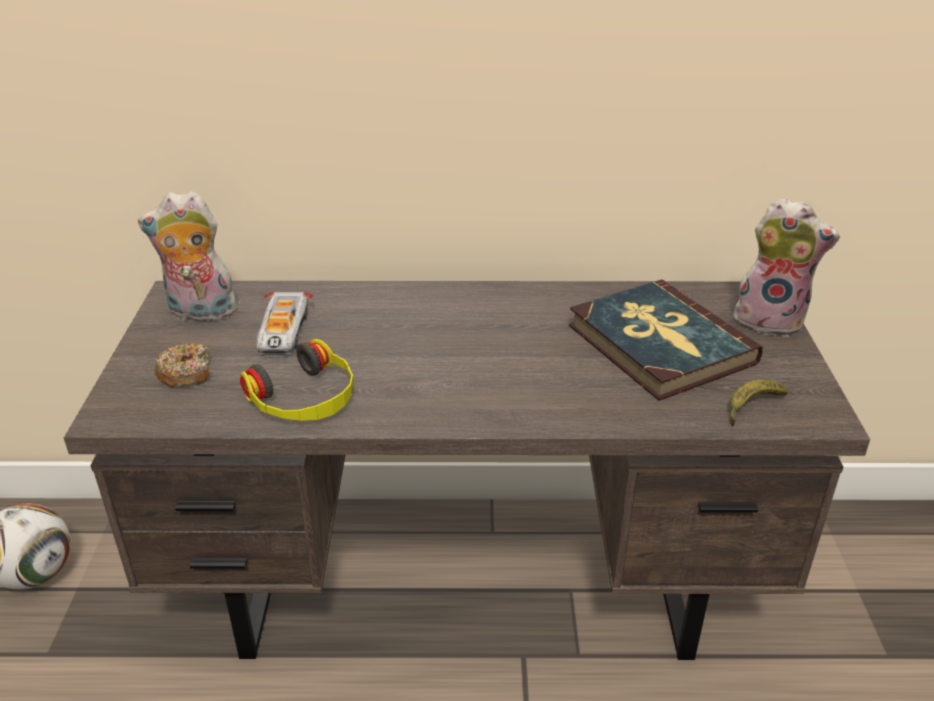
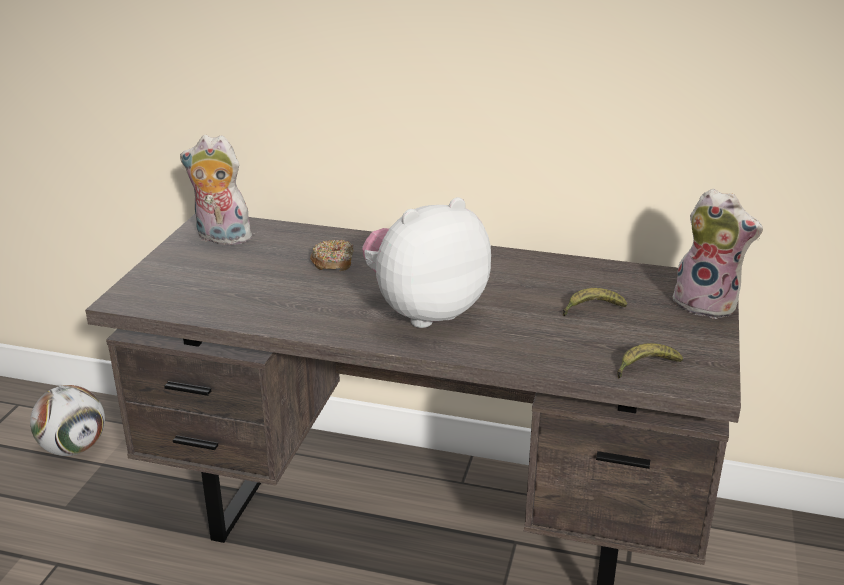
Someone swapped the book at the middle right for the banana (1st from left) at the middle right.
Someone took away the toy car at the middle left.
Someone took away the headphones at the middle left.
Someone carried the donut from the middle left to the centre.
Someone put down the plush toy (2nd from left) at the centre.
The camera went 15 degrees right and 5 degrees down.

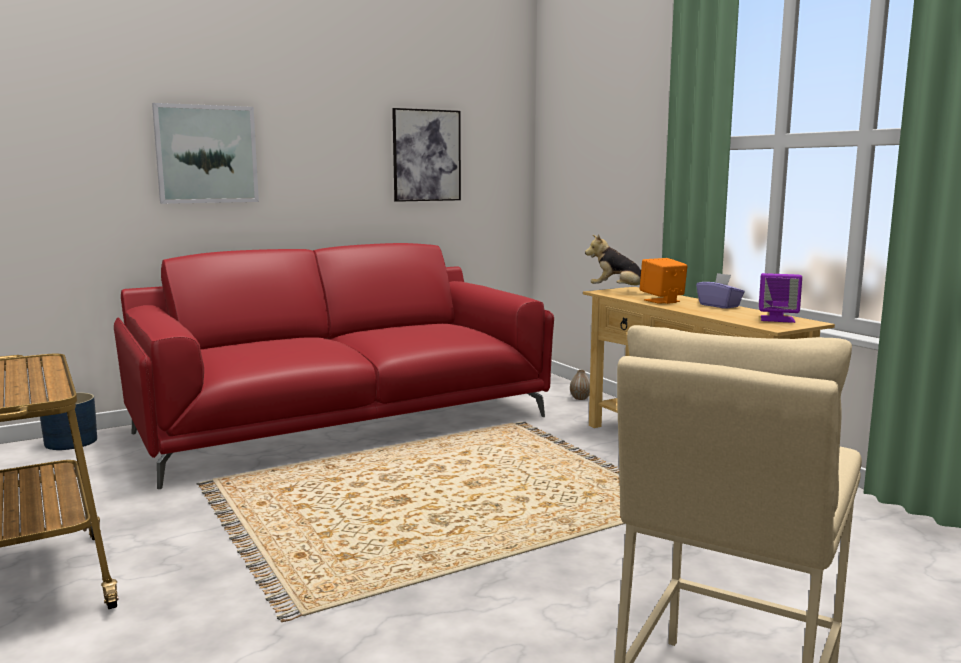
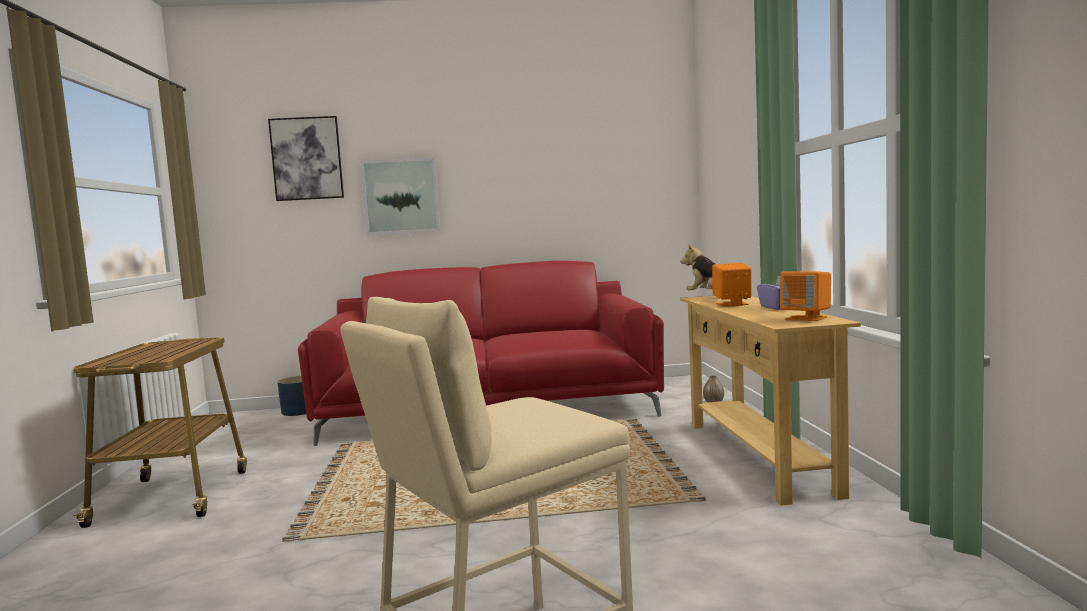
Someone carried the picture (2nd from left in the first image) from the top centre to the top left.
Someone repainted the speaker (purple) at the middle right, which became the speaker (orange) (2nd from left) at the middle right.
The camera went 25 degrees right and 5 degrees down.

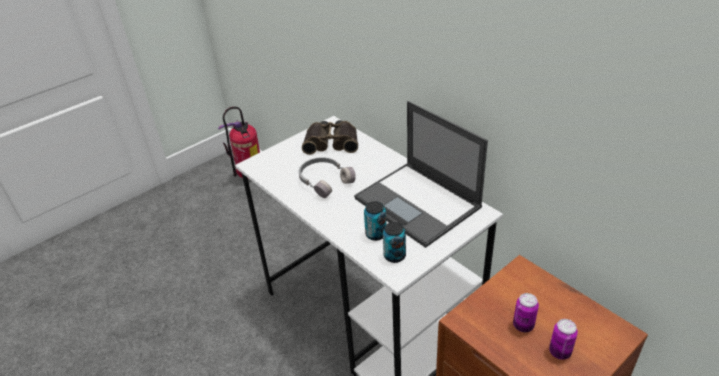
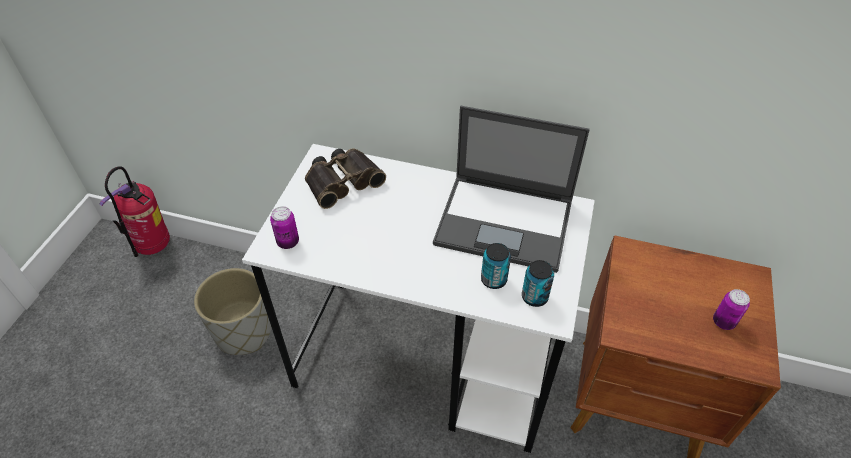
Someone took away the headphones (grey) at the centre.
Someone carried the can (3rd from left in the first image) from the bottom right to the centre.
Someone put down the planter (grey) at the bottom left.
The camera went 35 degrees left and 10 degrees up.

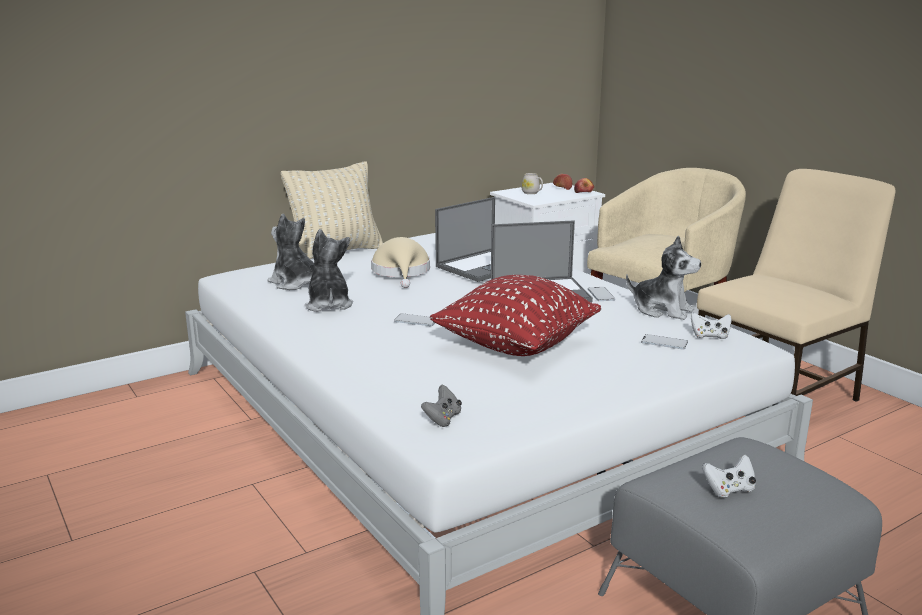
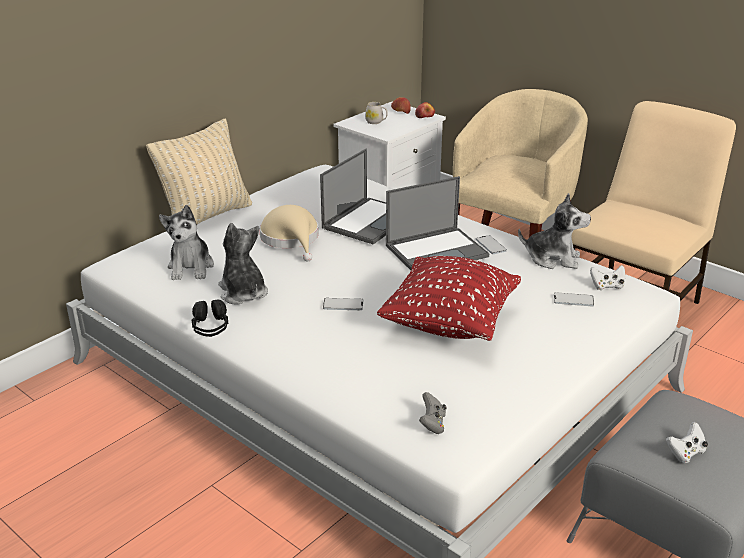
Someone rotated the plush toy (1st from left) at the middle left by 120 degrees counterclockwise.
Someone put down the headphones (black) at the middle left.
The camera went 15 degrees left and 10 degrees up.

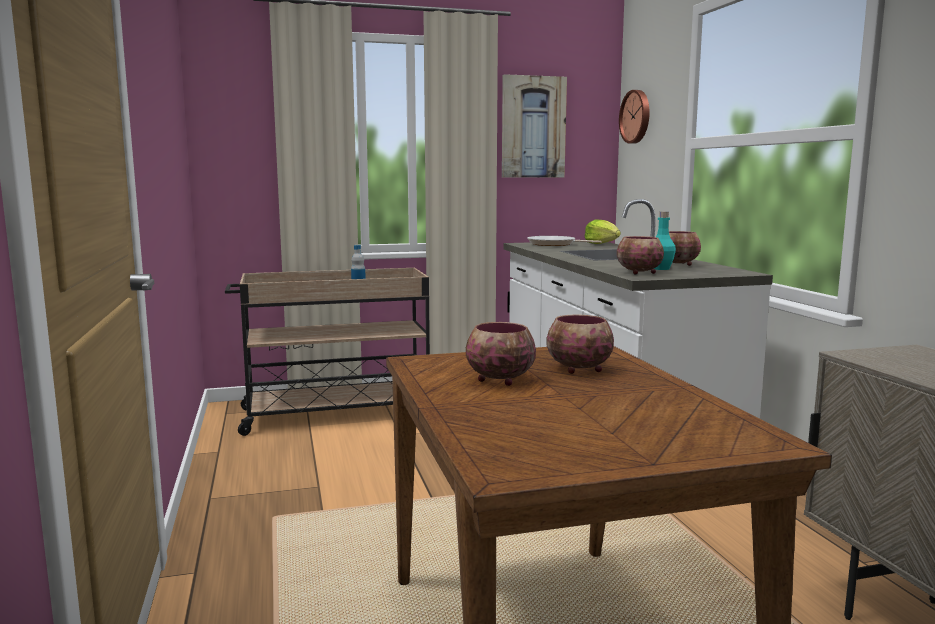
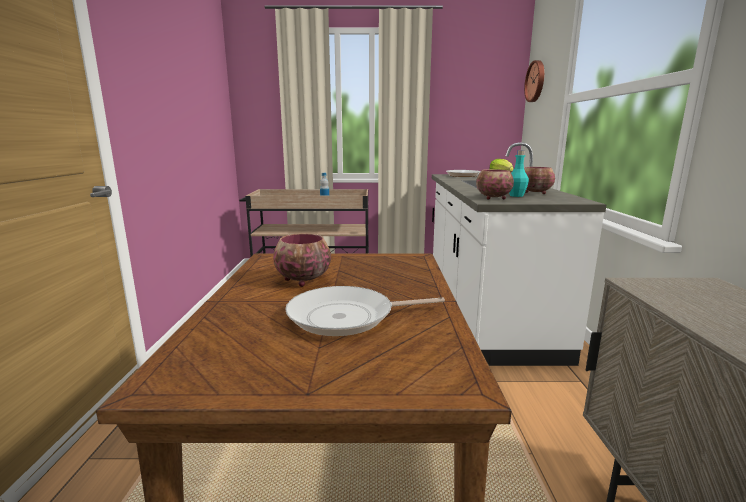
Someone took away the picture at the top centre.
Someone took away the bowl (2nd from left) at the centre.
Someone put down the frying pan (1st from left) at the centre.
The camera went 15 degrees right and 5 degrees up.

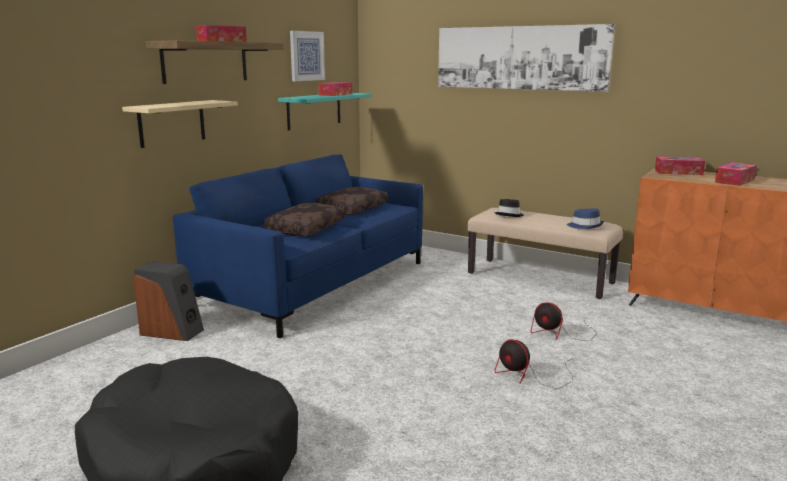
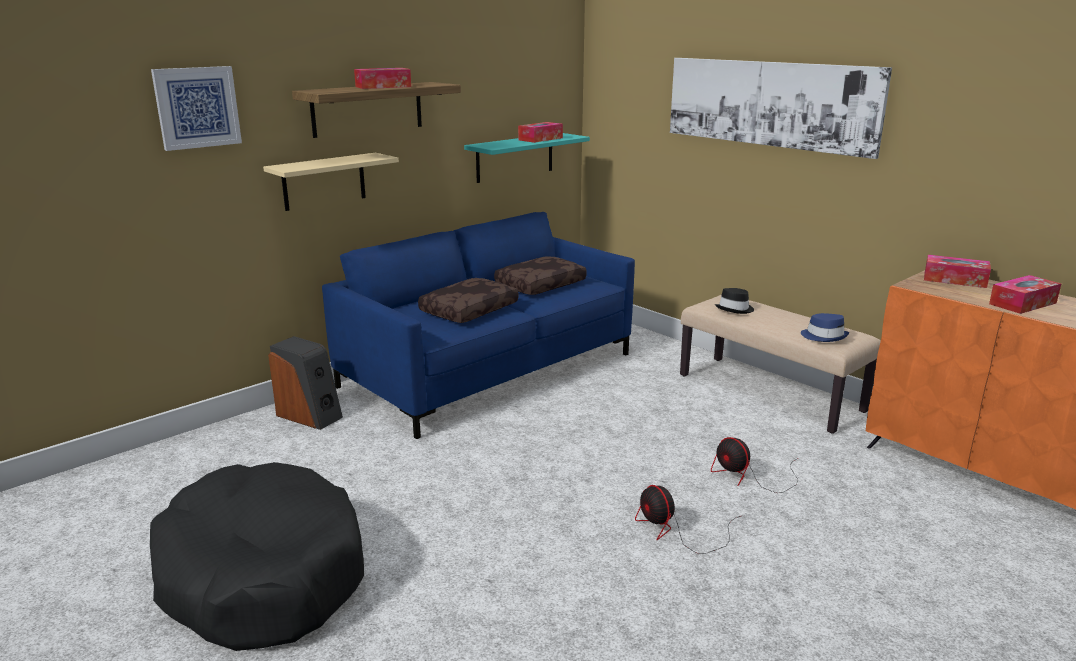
Someone carried the picture (1st from left) from the top centre to the top left.
The camera went 15 degrees right and 5 degrees up.

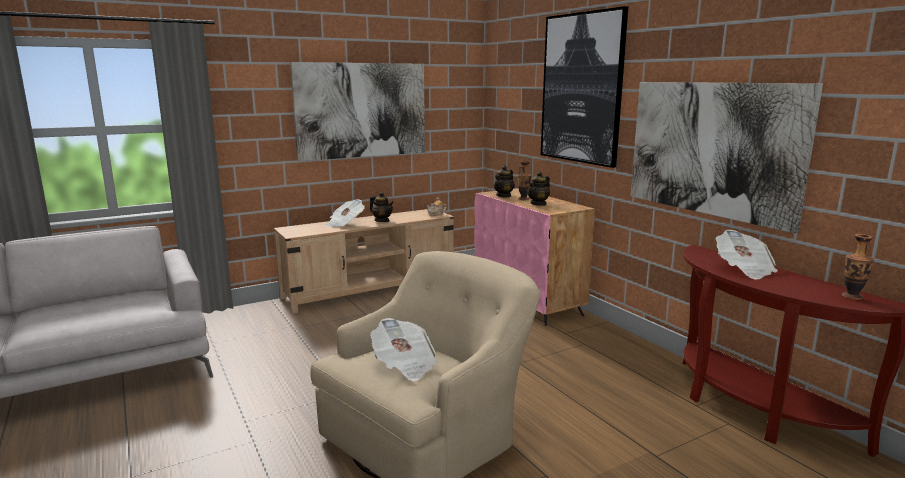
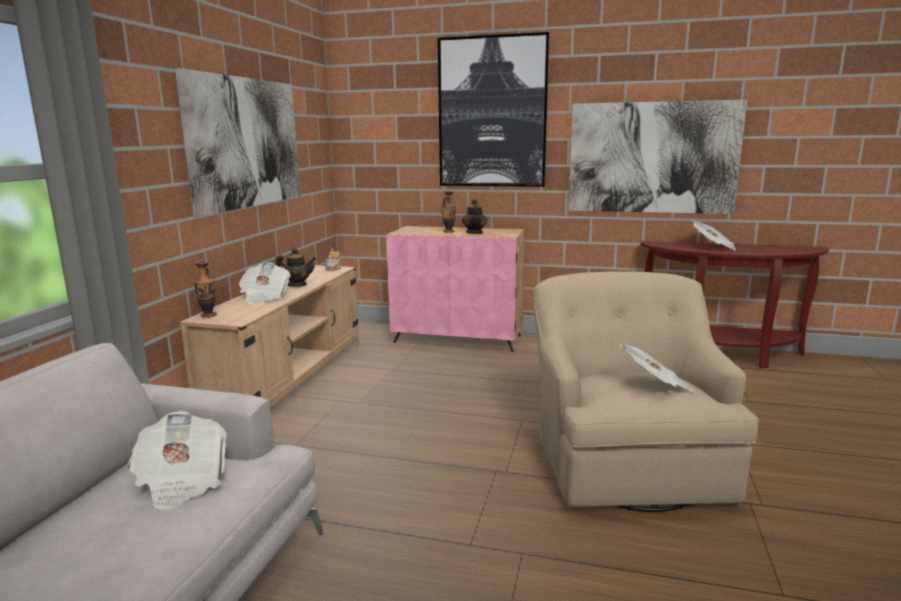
Someone took away the teapot (3rd from left) at the centre.
Someone carried the vase (2nd from left in the first image) from the middle right to the middle left.
Someone put down the newspaper (1st from left) at the bottom left.
The camera went 45 degrees left and 0 degrees up.

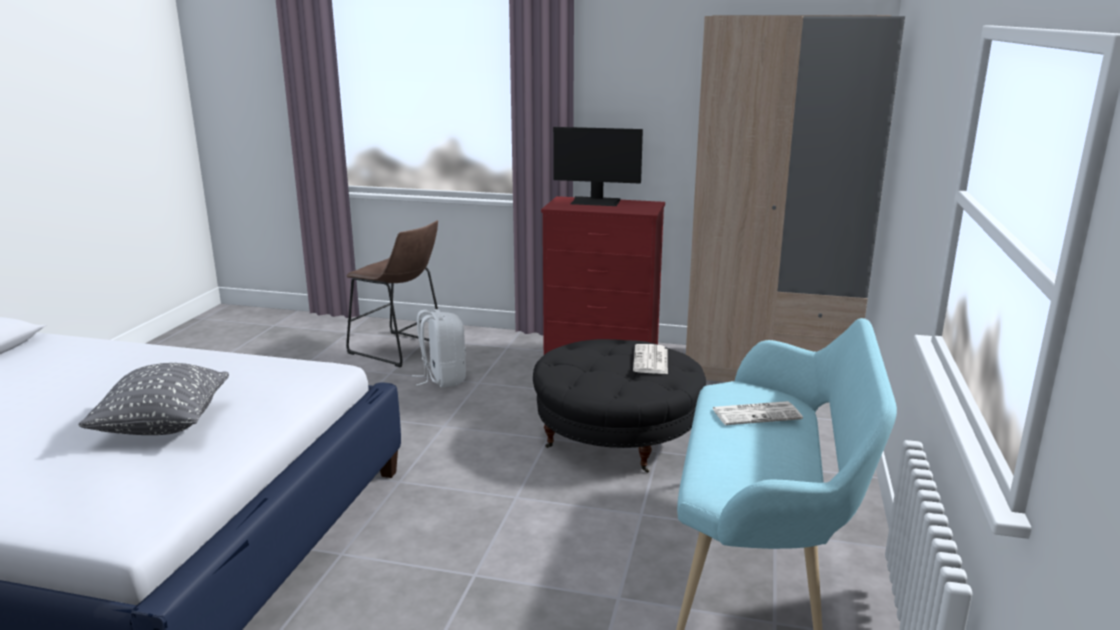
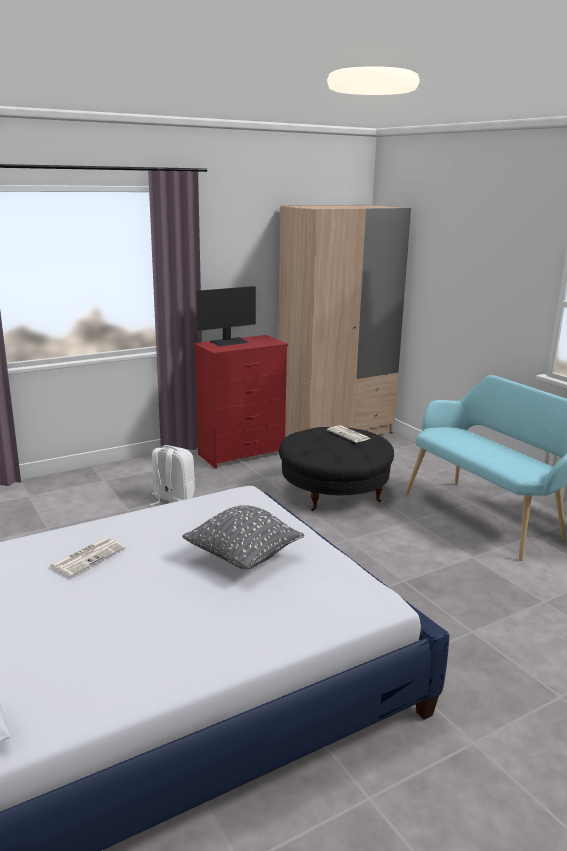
Someone took away the stool (brown) at the centre.
Someone carried the newspaper (2nd from left in the first image) from the middle right to the middle left.
The camera went 45 degrees left and 0 degrees up.

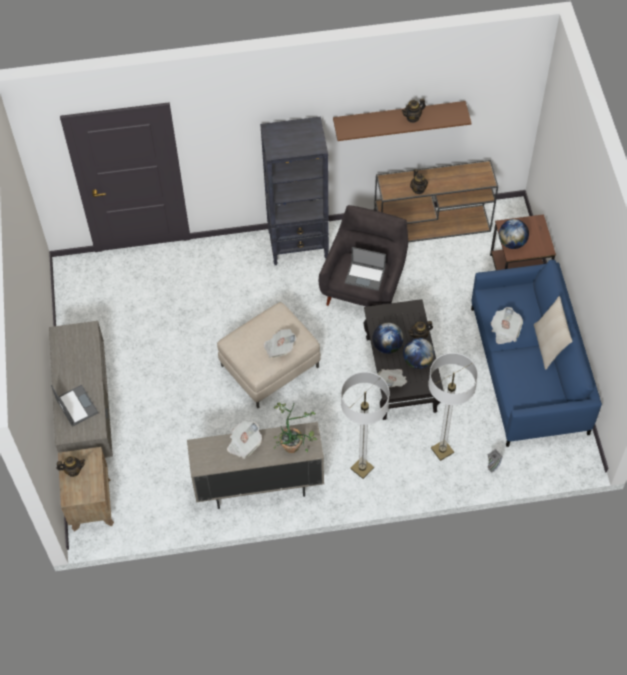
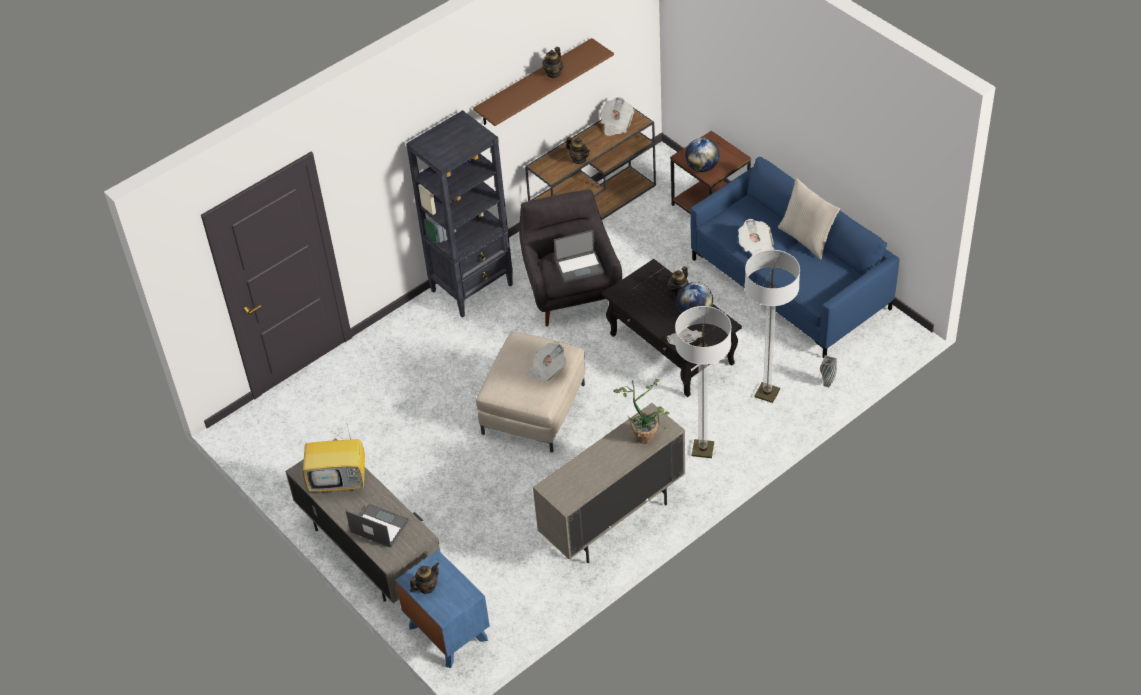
Someone took away the globe (1st from left) at the centre.
Someone carried the newspaper (1st from left in the first image) from the centre to the top centre.
Someone repainted the nightstand (brown) at the bottom left, which became the nightstand (blue) at the bottom centre.
Someone put down the television at the middle left.
The camera went 30 degrees left and 10 degrees down.

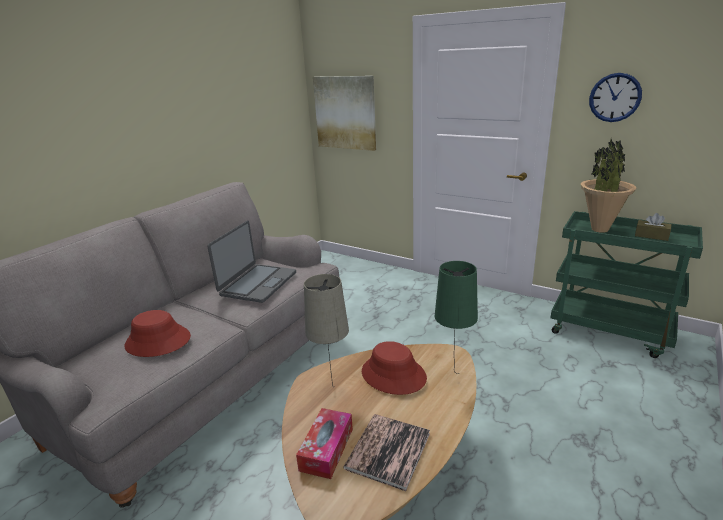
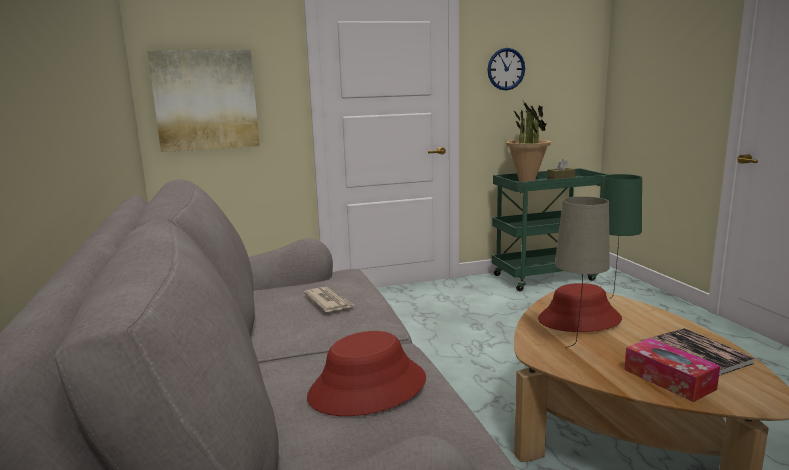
Someone swapped the laptop at the centre for the newspaper at the centre.
The camera went 50 degrees left and 10 degrees down.

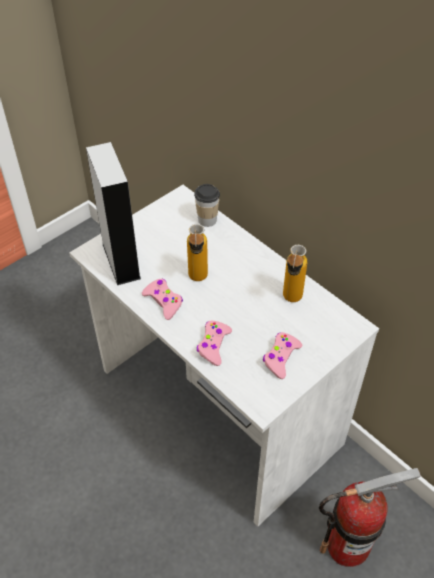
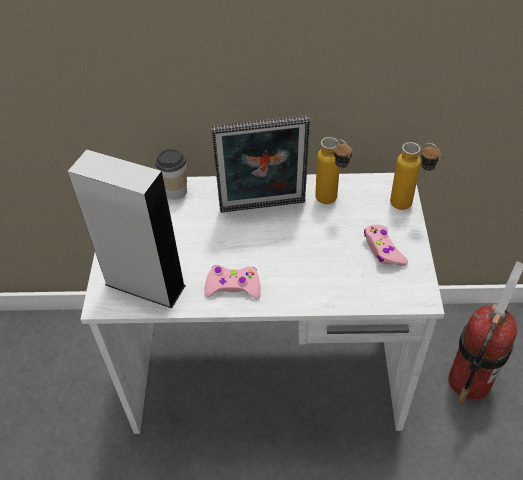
Someone carried the bottle (1st from left in the first image) from the centre to the middle right.
Someone took away the game controller (pink) (2nd from left) at the centre.
Someone put down the picture frame at the centre.
The camera went 45 degrees left and 0 degrees up.

